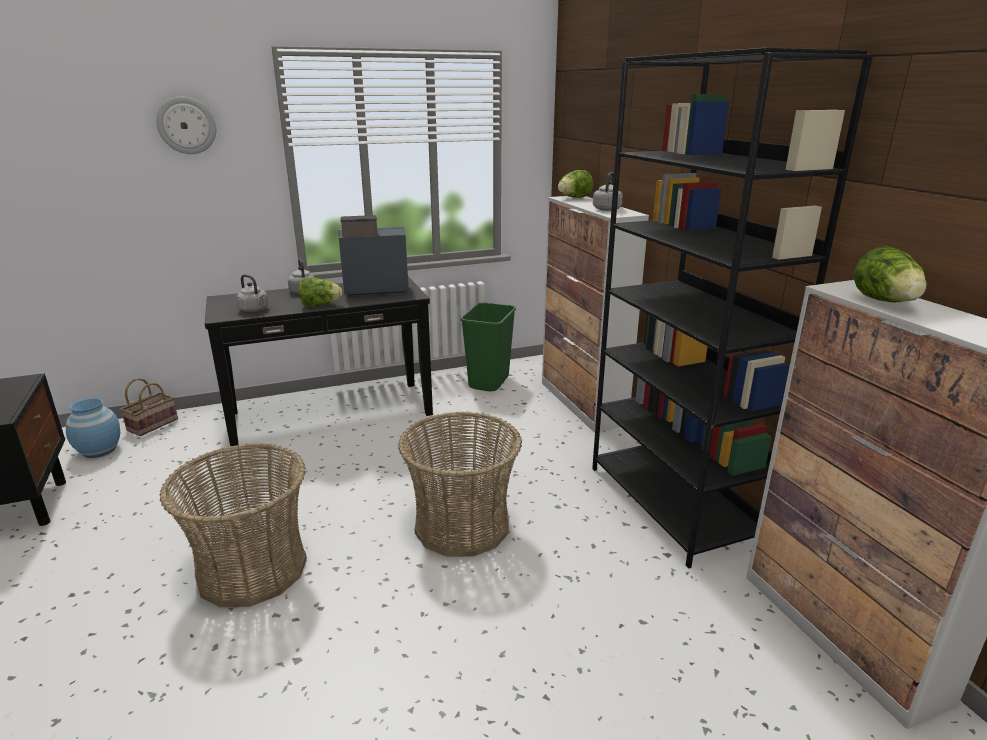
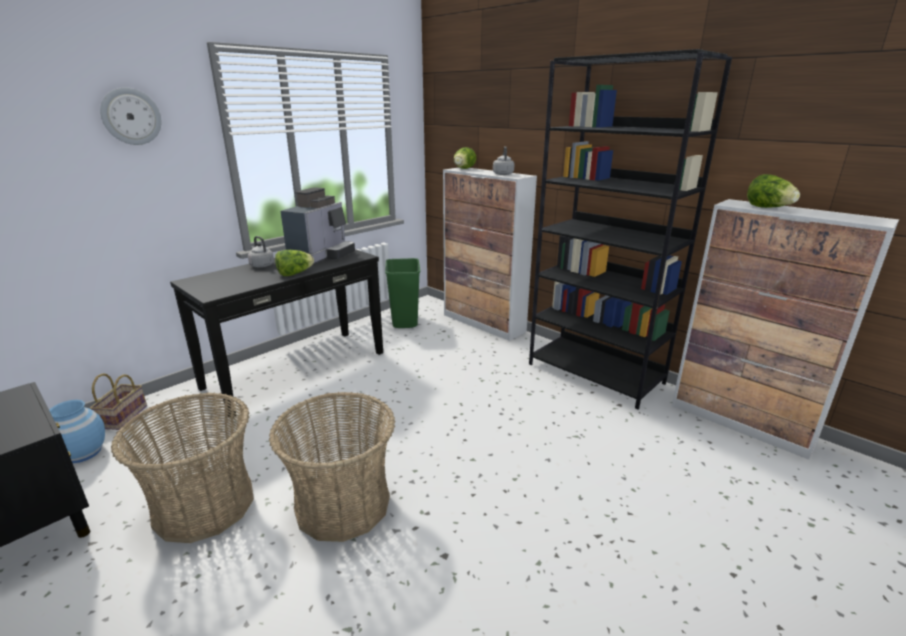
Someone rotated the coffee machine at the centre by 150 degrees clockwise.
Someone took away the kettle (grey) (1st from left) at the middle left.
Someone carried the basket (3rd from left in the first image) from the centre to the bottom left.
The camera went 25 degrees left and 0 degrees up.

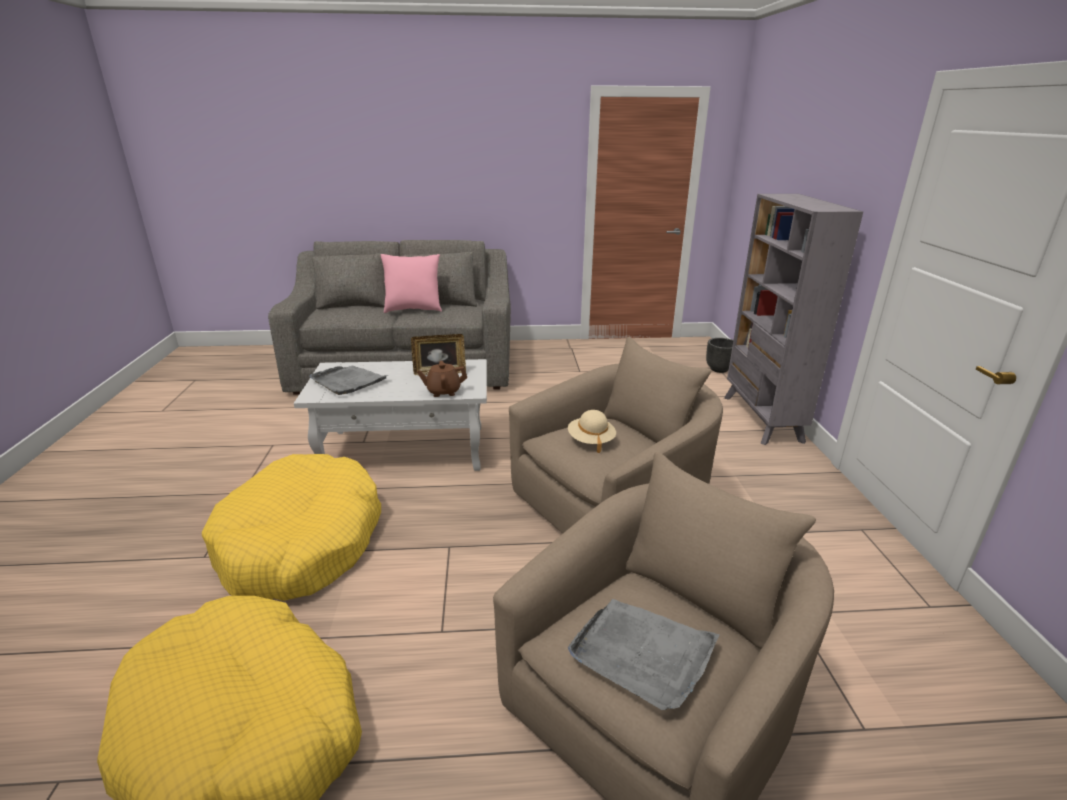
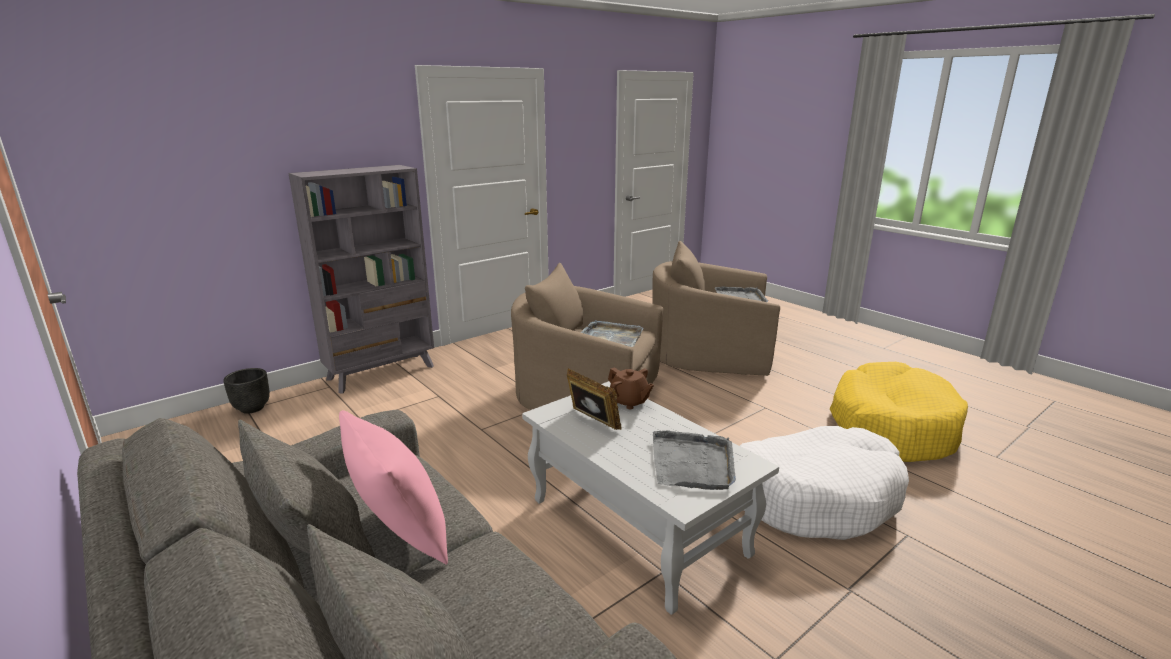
Someone swapped the hat (beige) at the centre for the tray (grey) (1st from left) at the centre.
Someone repainted the dog bed (yellow) (2nd from left) at the middle left, which became the dog bed (white) at the bottom right.
The camera went 125 degrees left and 5 degrees down.

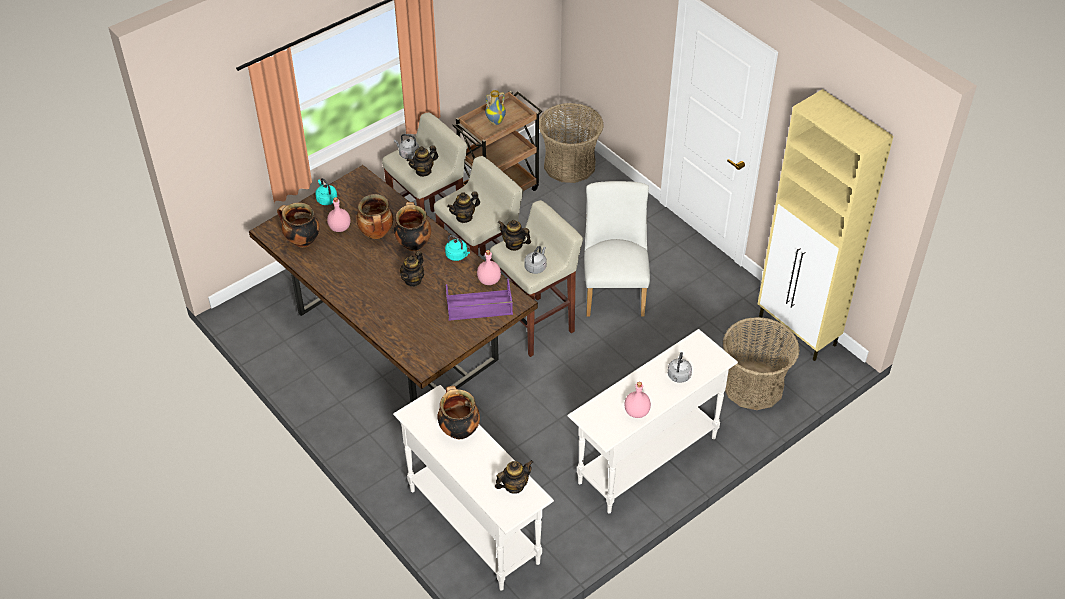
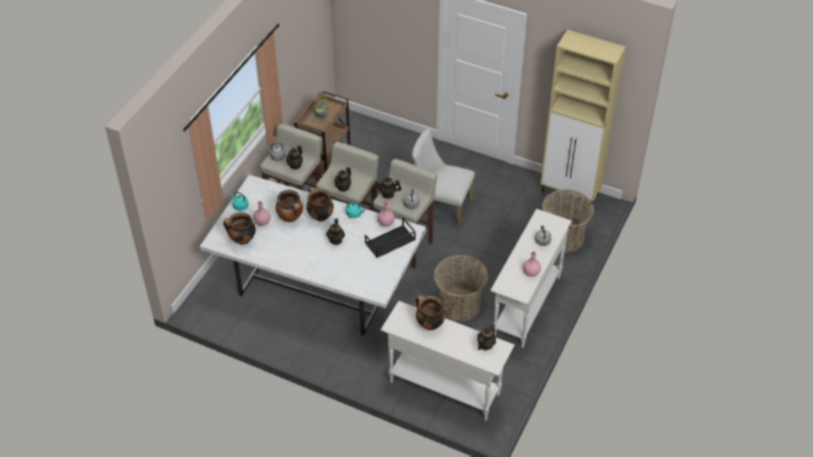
Someone carried the basket (1st from left) from the top centre to the centre.
Someone repainted the dining table (brown) at the centre, which became the dining table (white) at the centre.
Someone rotated the chair (white) at the centre by 45 degrees counterclockwise.
Someone repainted the tray (purple) at the centre, which became the tray (black) at the centre.
The camera went 25 degrees left and 0 degrees up.

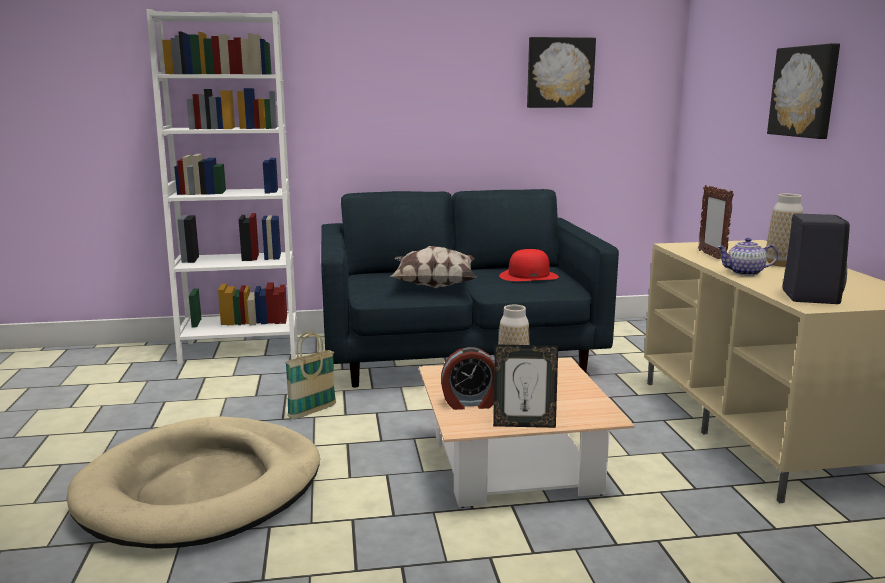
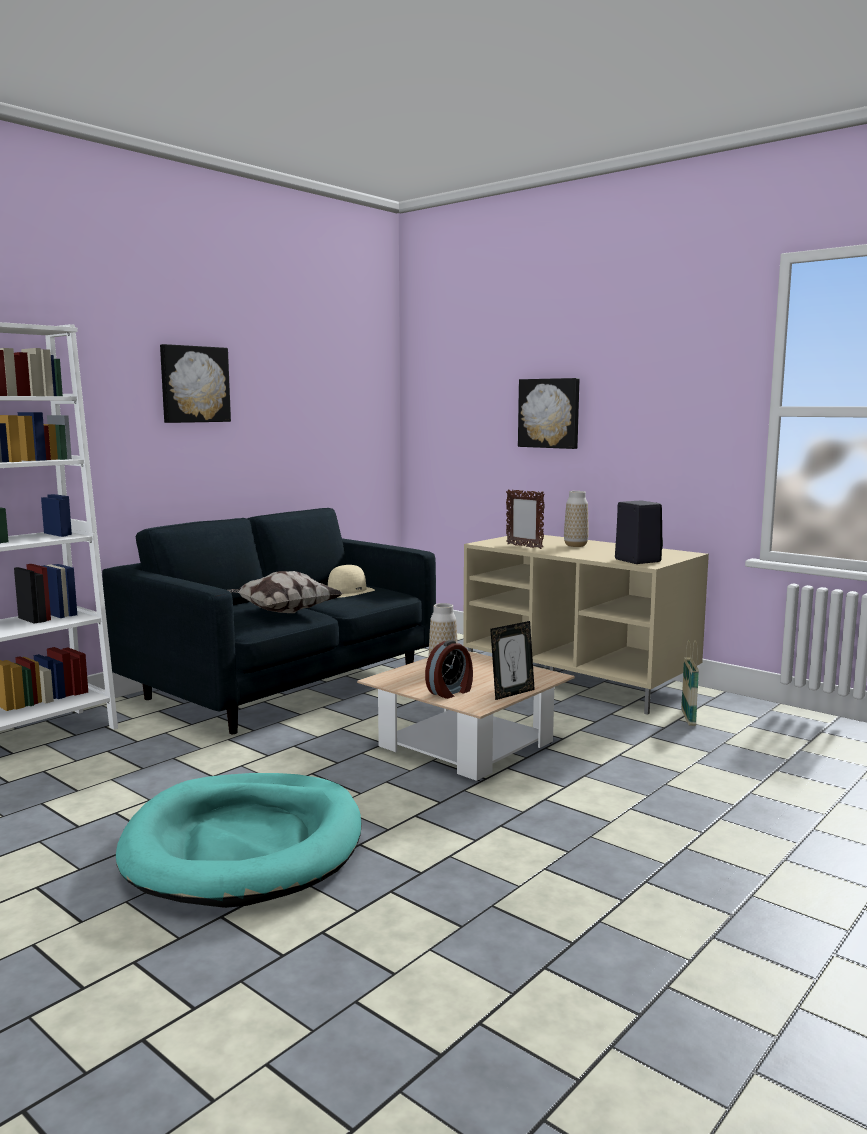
Someone carried the picture (1st from left) from the top centre to the middle left.
Someone took away the teapot at the middle right.
Someone repainted the hat (red) at the centre, which became the hat (beige) at the centre.
Someone carried the basket from the centre to the middle right.
Someone repainted the dog bed (beige) at the bottom left, which became the dog bed (turquoise) at the bottom left.
The camera went 40 degrees left and 5 degrees down.

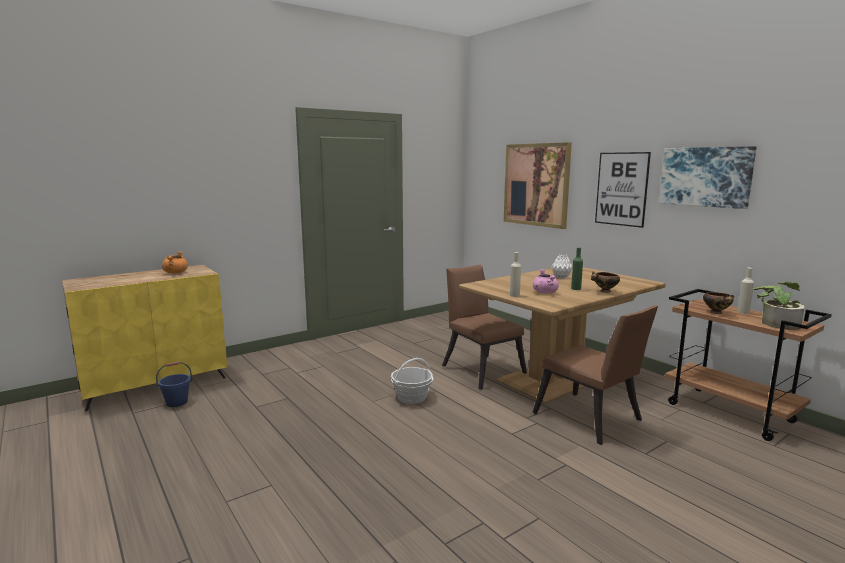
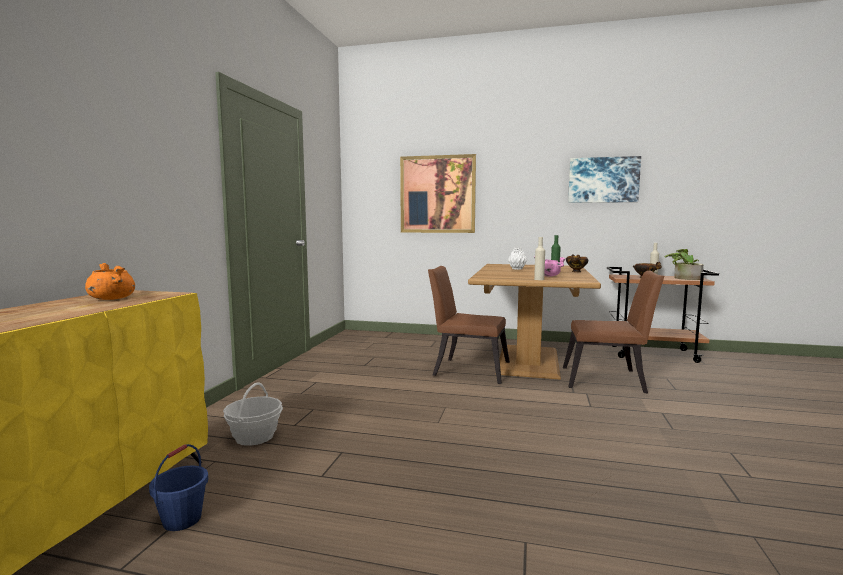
Someone took away the picture (2nd from left) at the middle right.
Someone carried the basket from the bottom centre to the bottom left.
The camera went 40 degrees left and 5 degrees down.

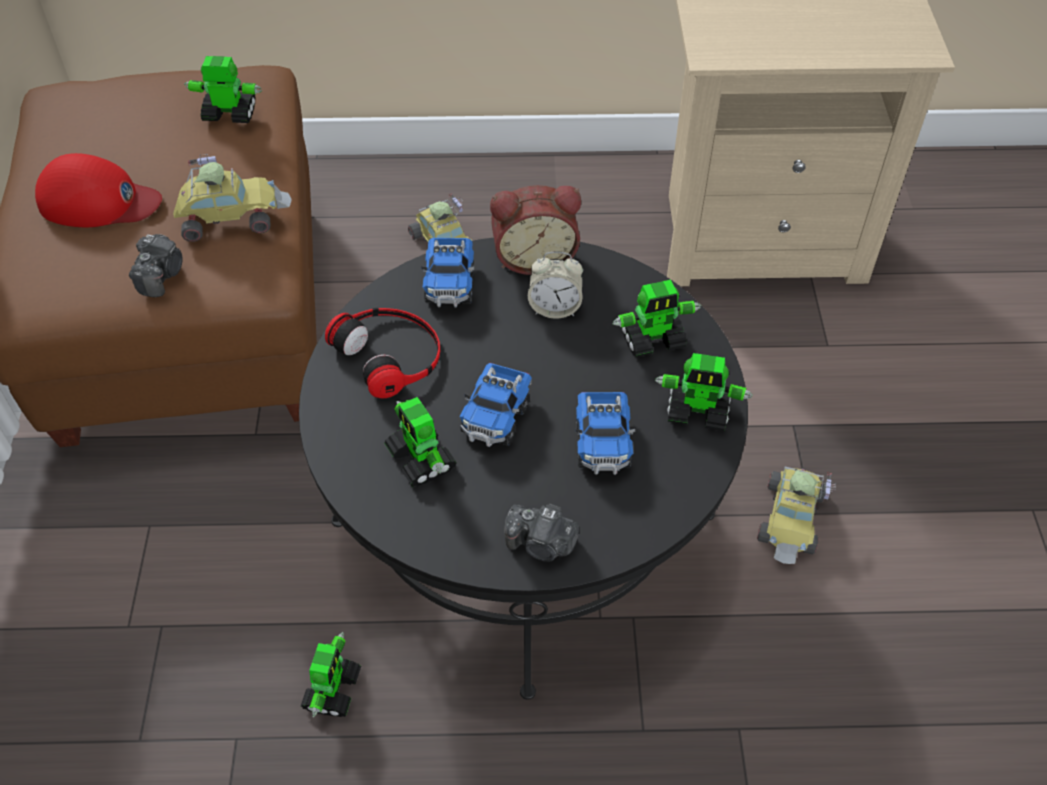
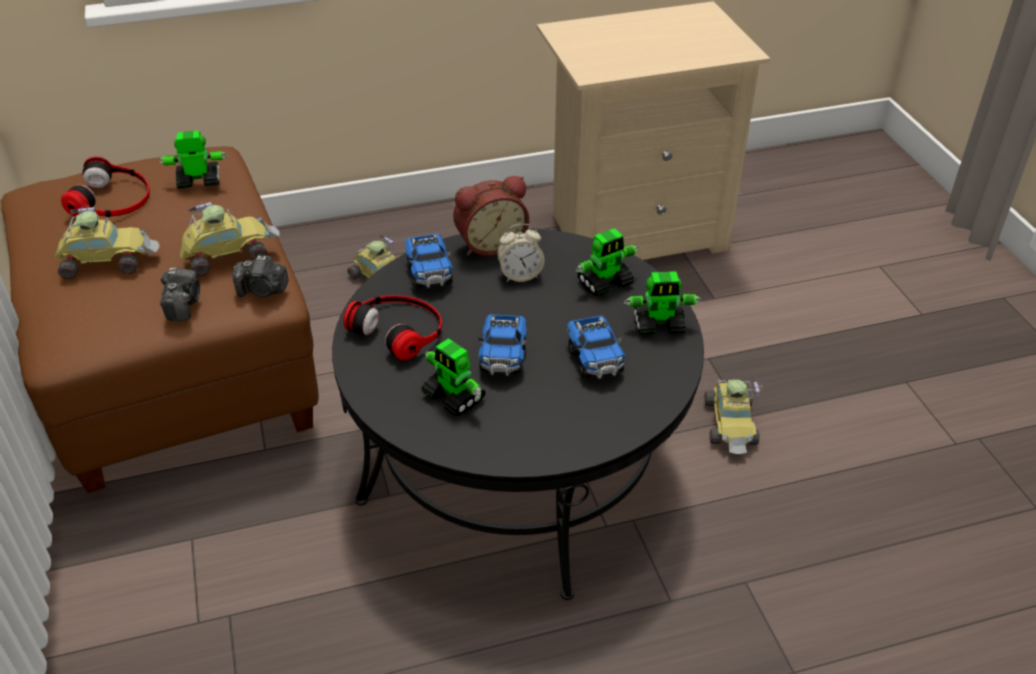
Someone swapped the cap (red) at the top left for the toy car (1st from left) at the middle left.
Someone carried the photo camera (2nd from left) from the bottom centre to the middle left.
Someone took away the toy robot (2nd from left) at the bottom left.
Someone put down the headphones (1st from left) at the top left.
The camera went 15 degrees left and 10 degrees down.

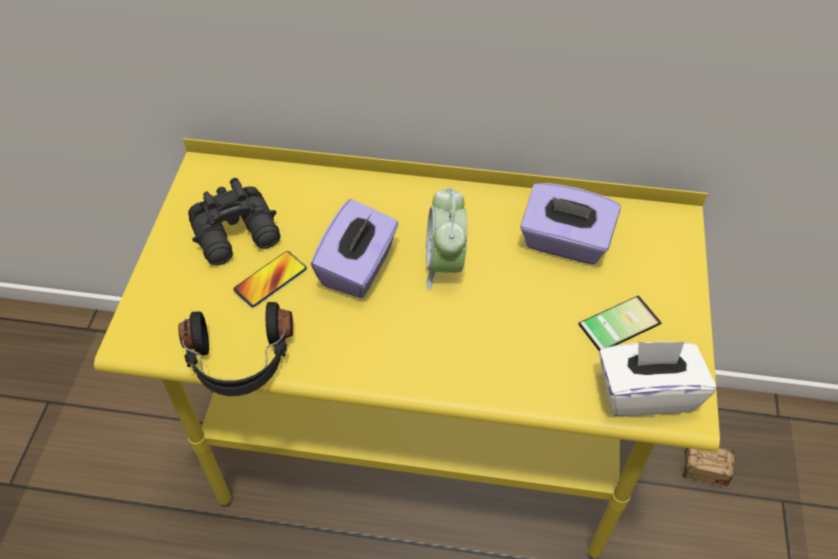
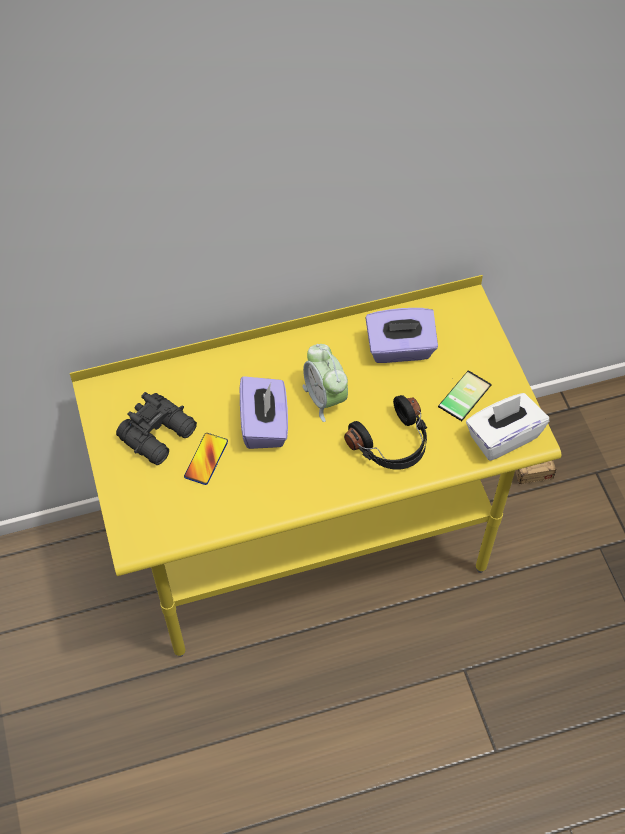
Someone carried the headphones (black) from the middle left to the centre.
The camera went 25 degrees left and 5 degrees up.

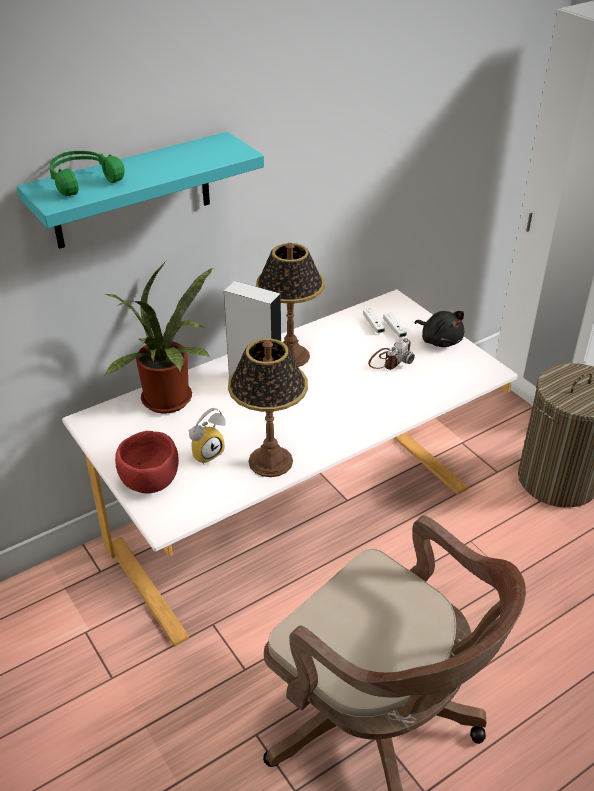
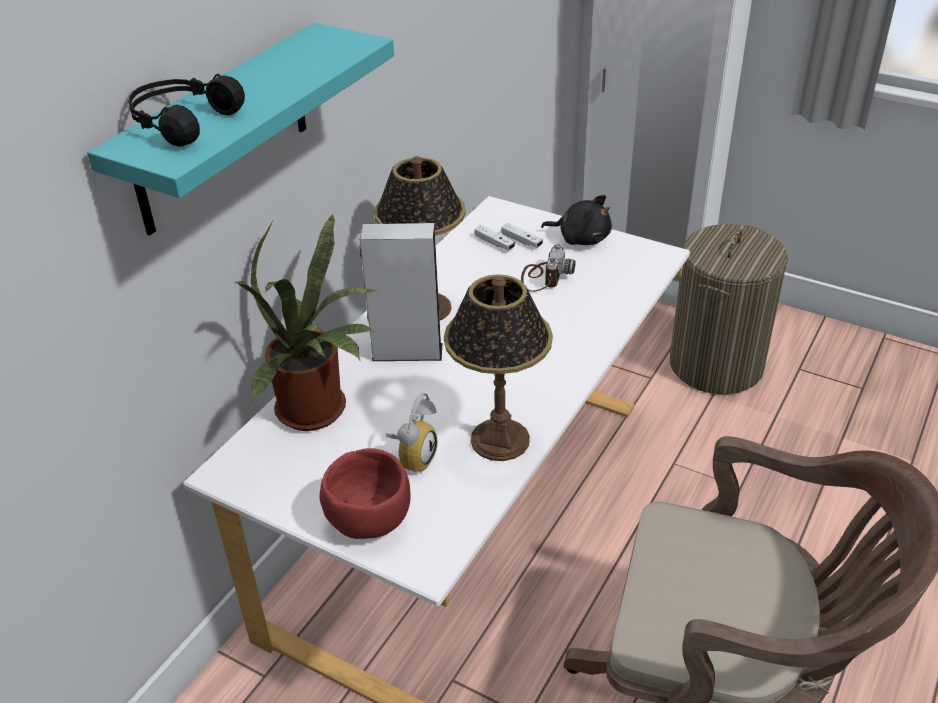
Someone repainted the headphones (green) at the top left, which became the headphones (black) at the top left.
The camera went 25 degrees left and 0 degrees up.

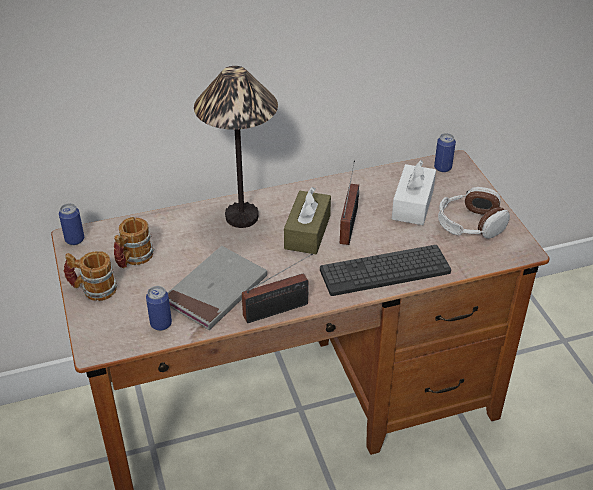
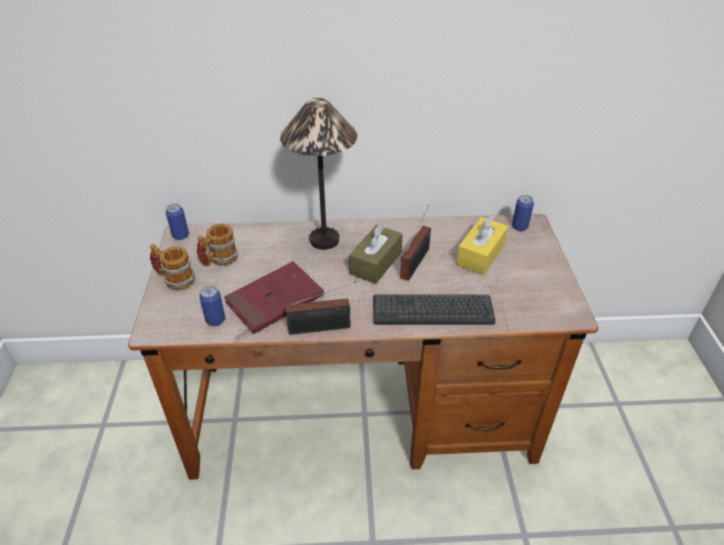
Someone repainted the tissue box (white) at the middle right, which became the tissue box (yellow) at the centre.
Someone took away the headphones at the middle right.
Someone repainted the book (grey) at the centre, which became the book (red) at the centre.
The camera went 15 degrees right and 0 degrees up.

